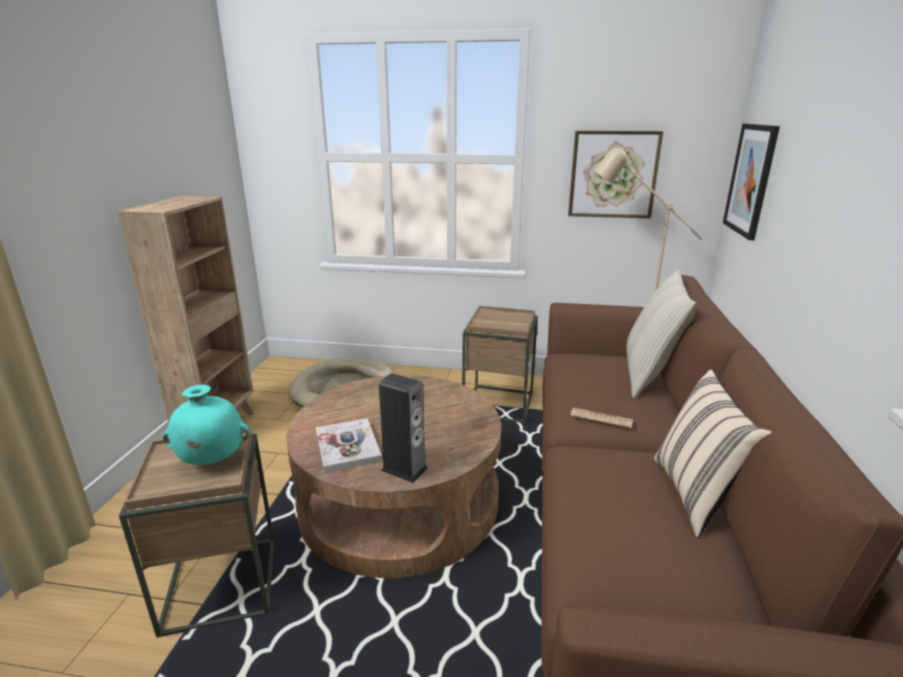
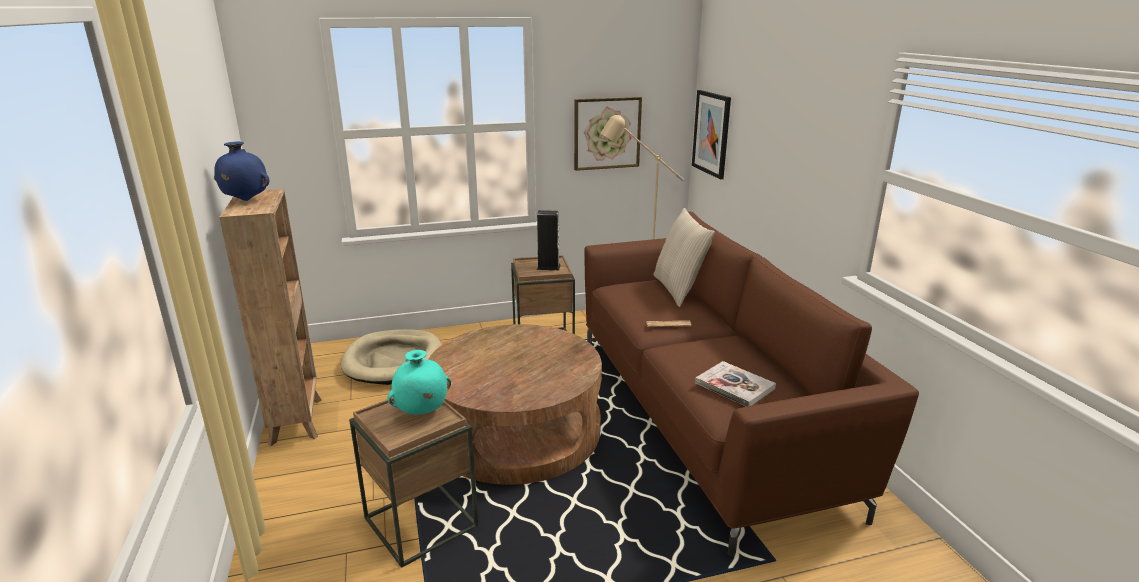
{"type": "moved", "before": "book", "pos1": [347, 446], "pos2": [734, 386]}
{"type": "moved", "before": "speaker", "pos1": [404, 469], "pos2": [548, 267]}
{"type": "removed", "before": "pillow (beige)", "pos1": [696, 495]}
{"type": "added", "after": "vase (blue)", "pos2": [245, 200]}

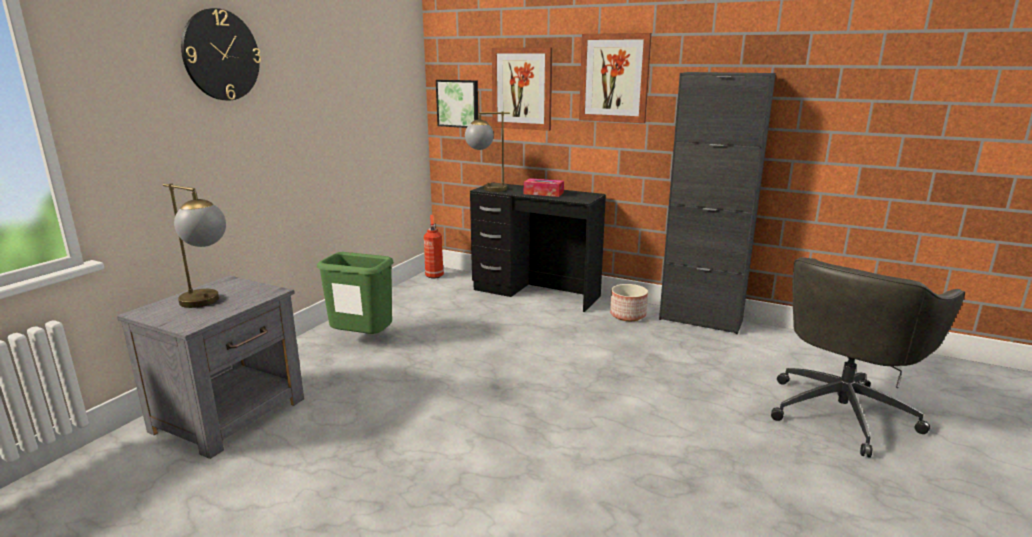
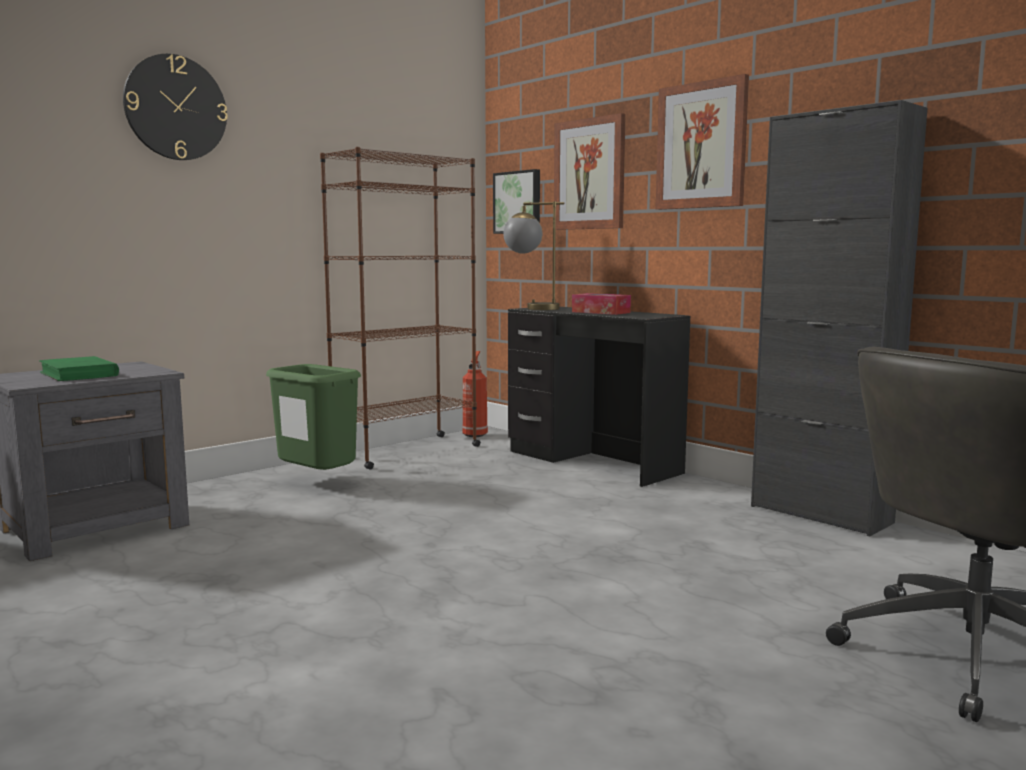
{"type": "replaced", "before": "table lamp", "after": "book (green)", "pos1": [208, 303], "pos2": [79, 374]}
{"type": "removed", "before": "planter", "pos1": [628, 315]}
{"type": "added", "after": "bookcase (brown)", "pos2": [406, 451]}

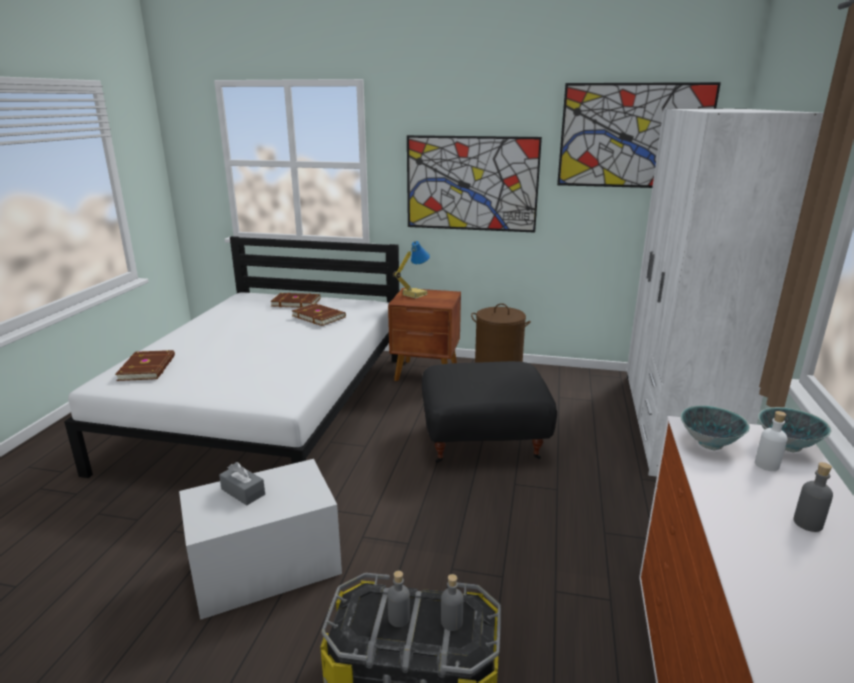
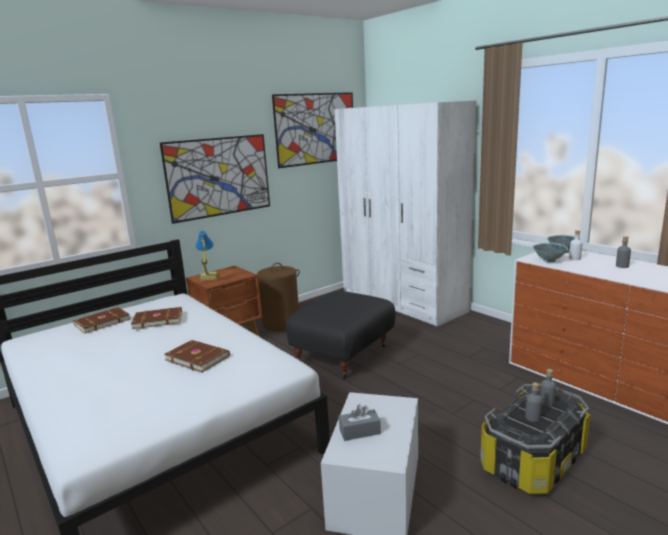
{"type": "moved", "before": "book (brown)", "pos1": [148, 368], "pos2": [198, 357]}

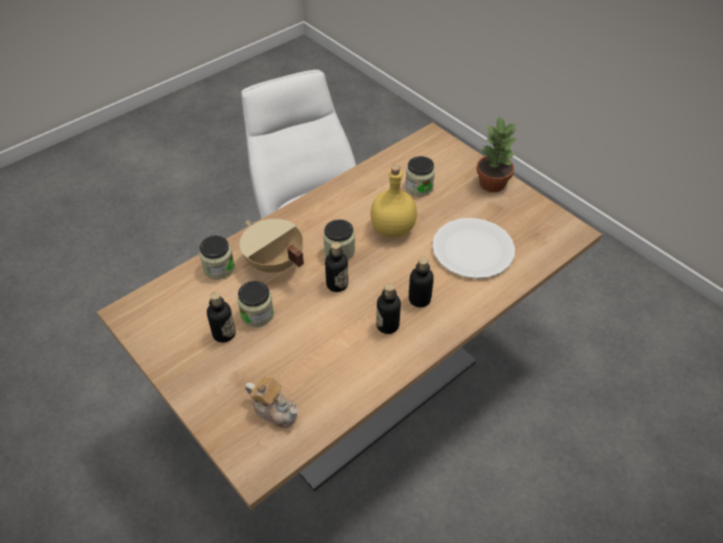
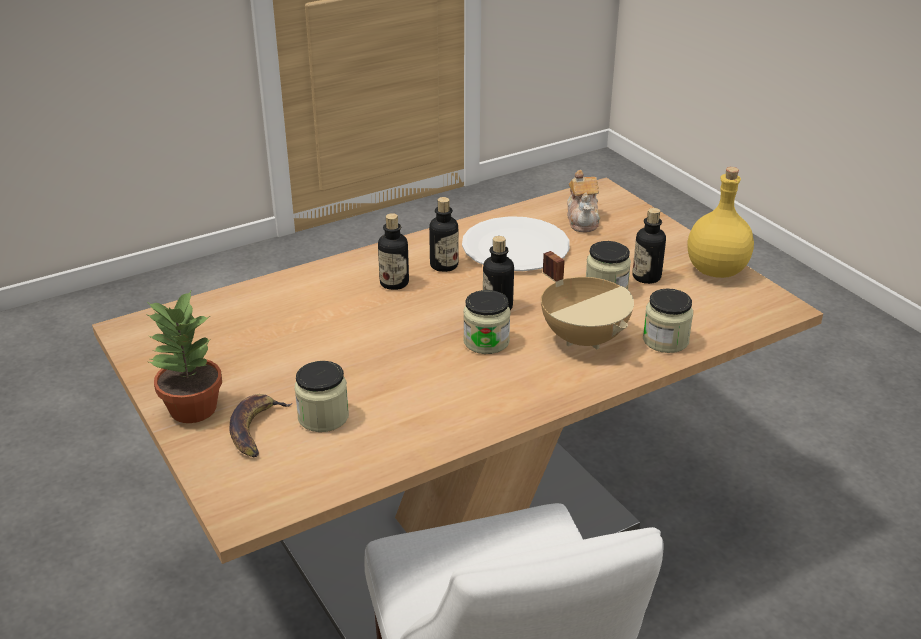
{"type": "turned", "before": "teapot", "pos1": [275, 410], "pos2": [583, 220], "turn": -135}
{"type": "moved", "before": "bottle (yellow)", "pos1": [392, 228], "pos2": [717, 271]}
{"type": "moved", "before": "plate (white)", "pos1": [473, 249], "pos2": [515, 247]}
{"type": "added", "after": "banana", "pos2": [256, 429]}

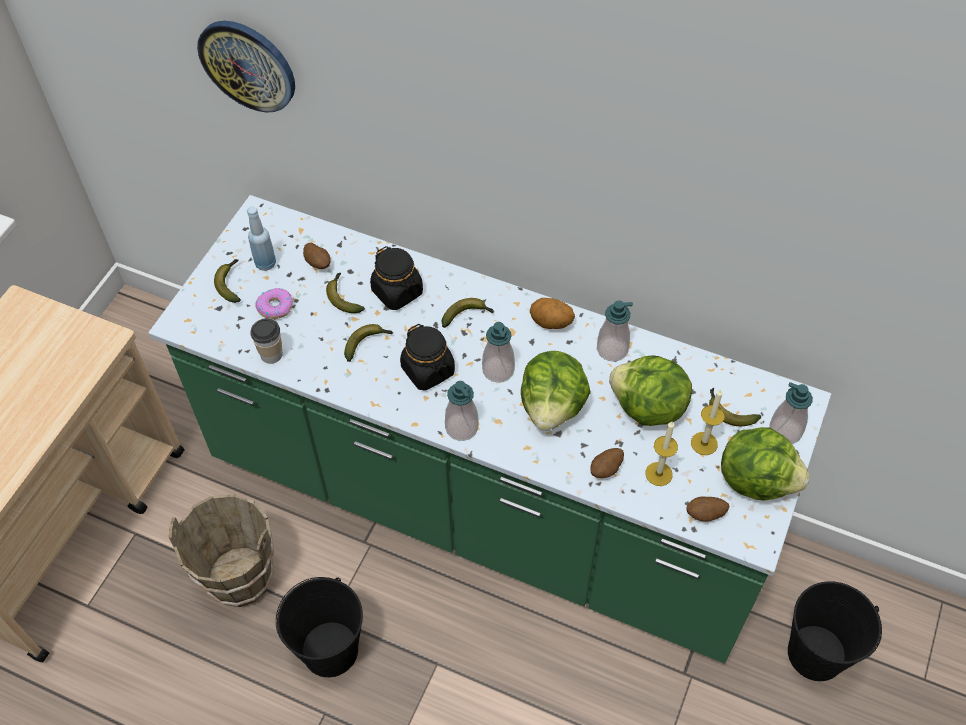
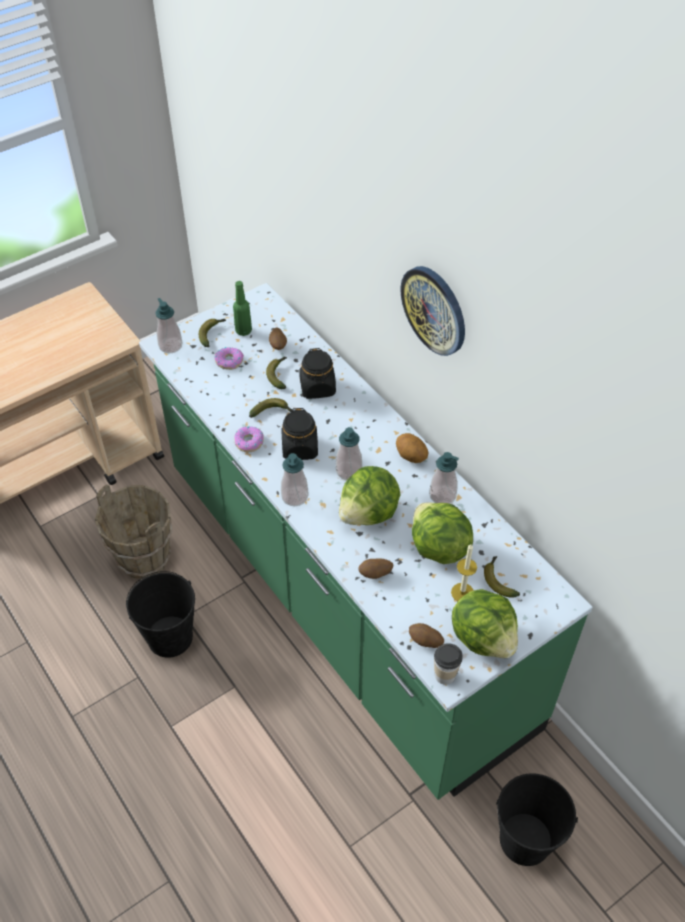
{"type": "moved", "before": "wall clock", "pos1": [248, 65], "pos2": [434, 310]}
{"type": "recoloured", "before": "bottle (blue)", "after": "bottle (green)", "pos1": [266, 263], "pos2": [243, 331]}
{"type": "moved", "before": "cup", "pos1": [271, 354], "pos2": [445, 675]}
{"type": "removed", "before": "banana", "pos1": [467, 315]}
{"type": "removed", "before": "candle", "pos1": [658, 474]}
{"type": "moved", "before": "soap dispenser", "pos1": [785, 431], "pos2": [170, 346]}
{"type": "added", "after": "donut", "pos2": [249, 442]}

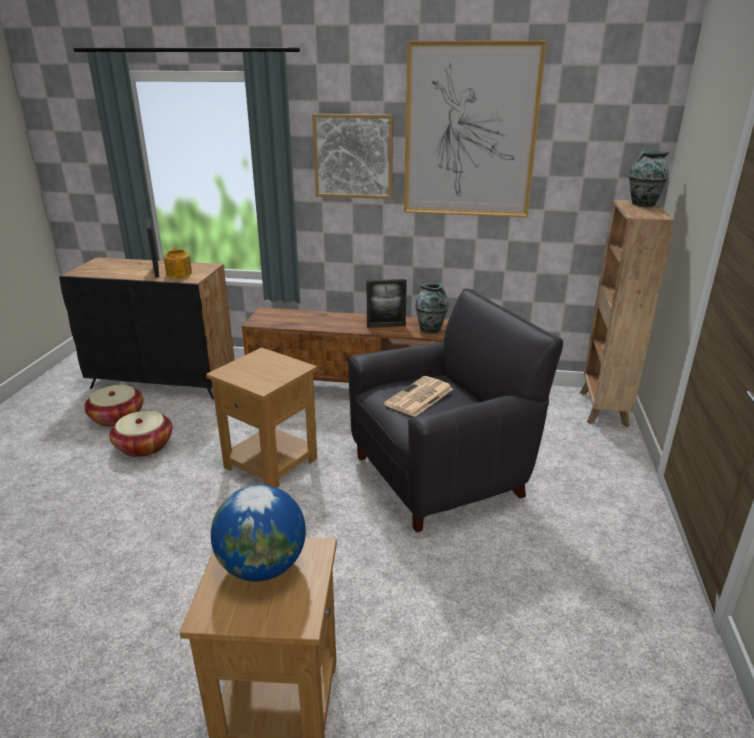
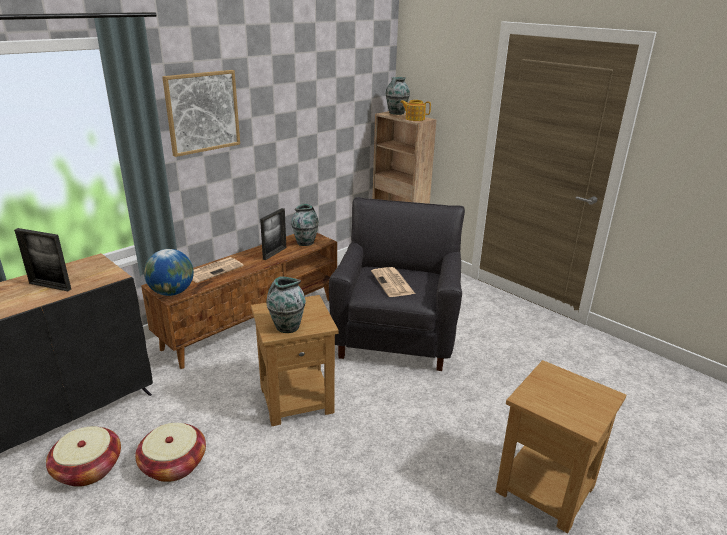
{"type": "moved", "before": "teapot", "pos1": [179, 273], "pos2": [414, 118]}
{"type": "moved", "before": "globe", "pos1": [262, 567], "pos2": [172, 292]}
{"type": "removed", "before": "picture", "pos1": [470, 132]}
{"type": "added", "after": "newspaper", "pos2": [214, 270]}
{"type": "added", "after": "vase", "pos2": [287, 327]}

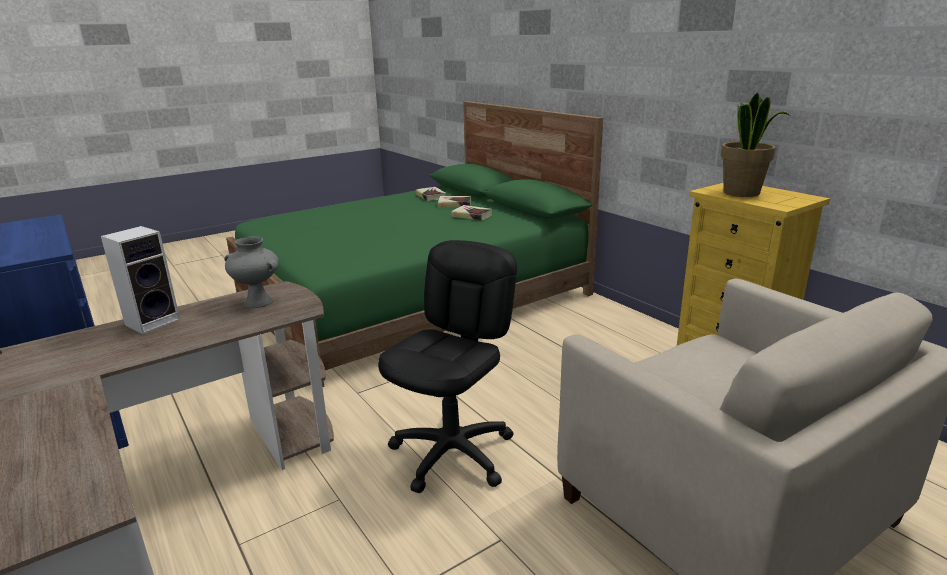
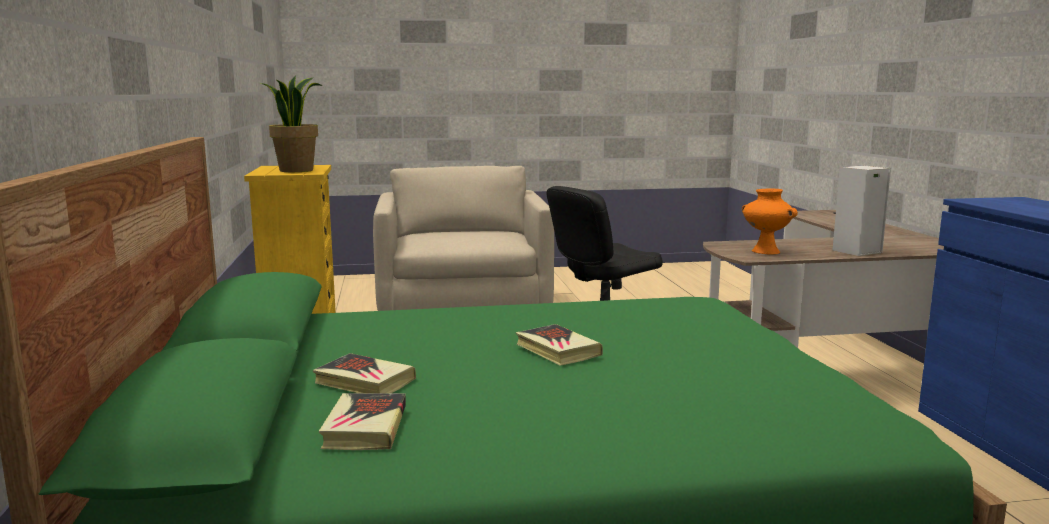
{"type": "recoloured", "before": "vase (grey)", "after": "vase (orange)", "pos1": [259, 302], "pos2": [764, 251]}
{"type": "moved", "before": "book", "pos1": [472, 216], "pos2": [557, 350]}

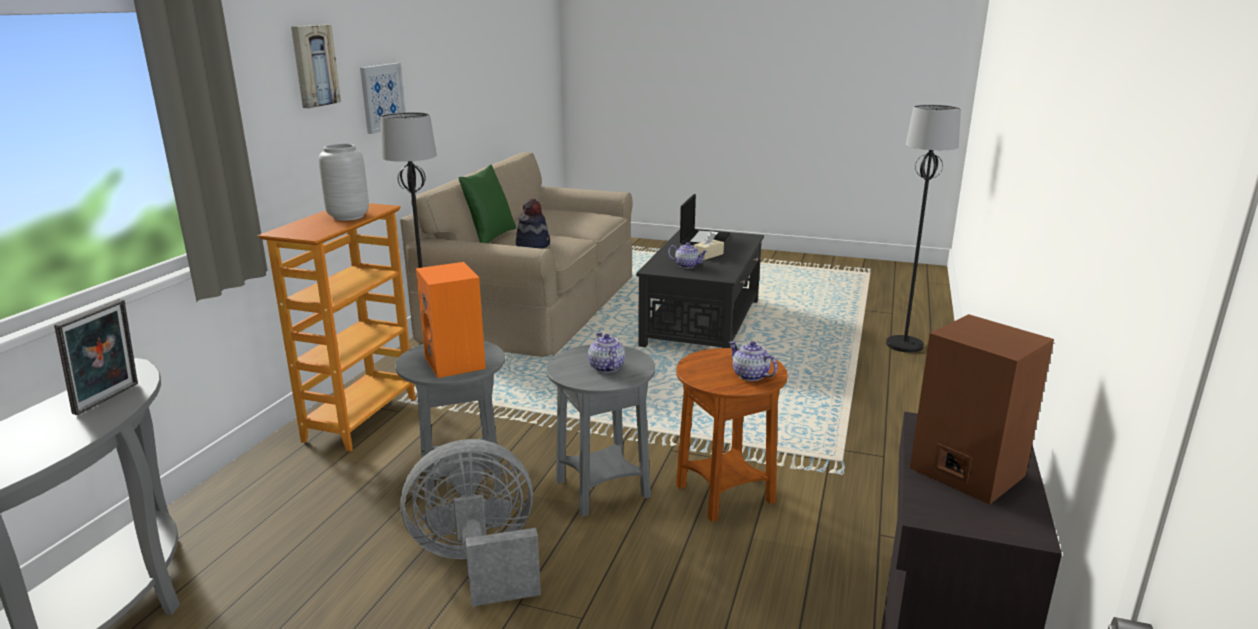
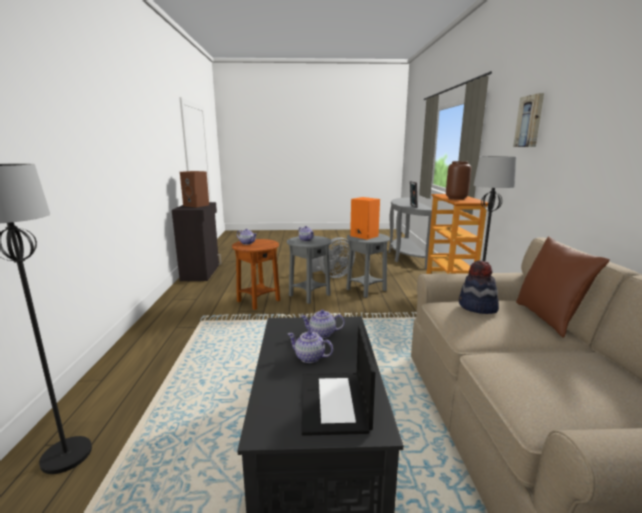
{"type": "recoloured", "before": "vase (grey)", "after": "vase (brown)", "pos1": [347, 217], "pos2": [456, 198]}
{"type": "removed", "before": "picture", "pos1": [382, 97]}
{"type": "recoloured", "before": "pillow (green)", "after": "pillow (brown)", "pos1": [490, 237], "pos2": [548, 318]}
{"type": "replaced", "before": "tissue box (beige)", "after": "teapot", "pos1": [708, 255], "pos2": [309, 357]}

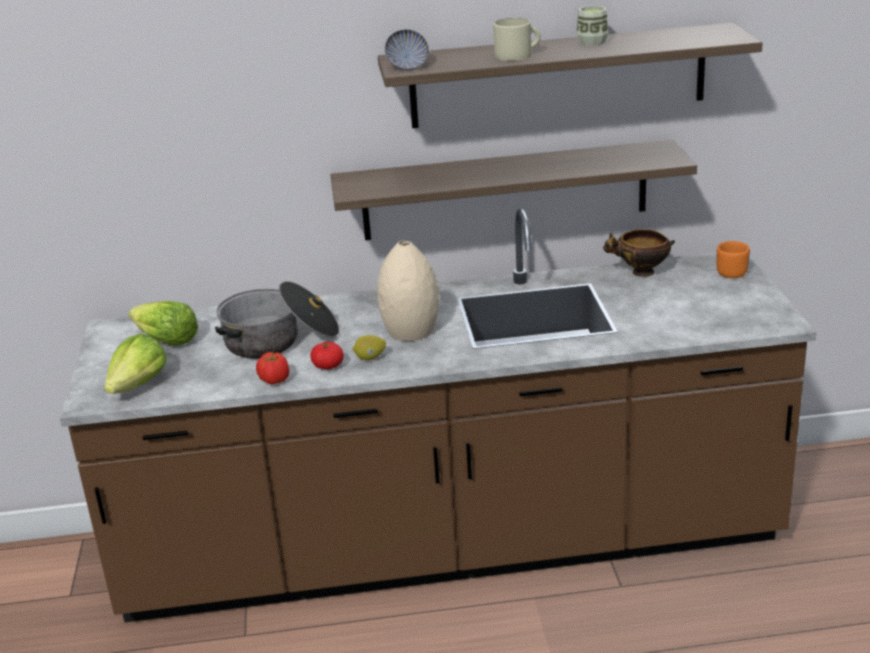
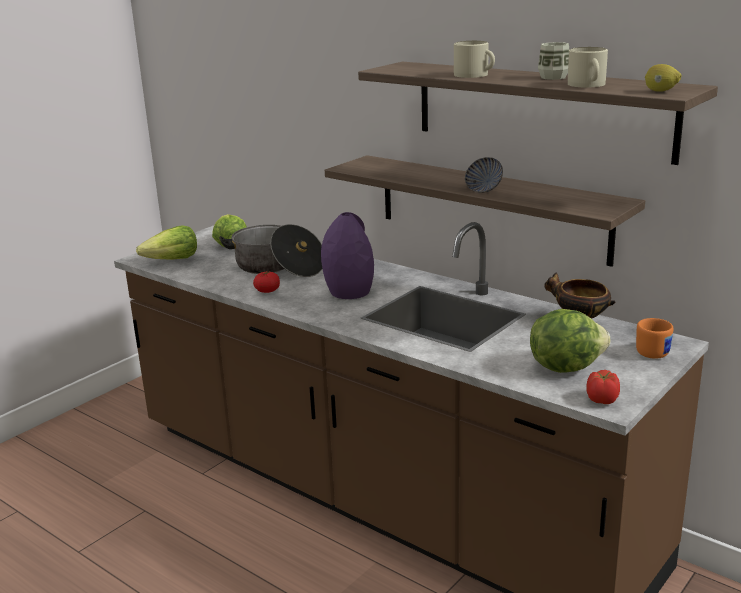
{"type": "moved", "before": "tomato", "pos1": [274, 380], "pos2": [601, 400]}
{"type": "moved", "before": "lemon", "pos1": [370, 358], "pos2": [660, 91]}
{"type": "recoloured", "before": "vase (beige)", "after": "vase (purple)", "pos1": [409, 331], "pos2": [349, 292]}
{"type": "moved", "before": "bowl", "pos1": [407, 66], "pos2": [483, 190]}
{"type": "added", "after": "lettuce", "pos2": [565, 366]}
{"type": "added", "after": "mug (beige)", "pos2": [588, 85]}

